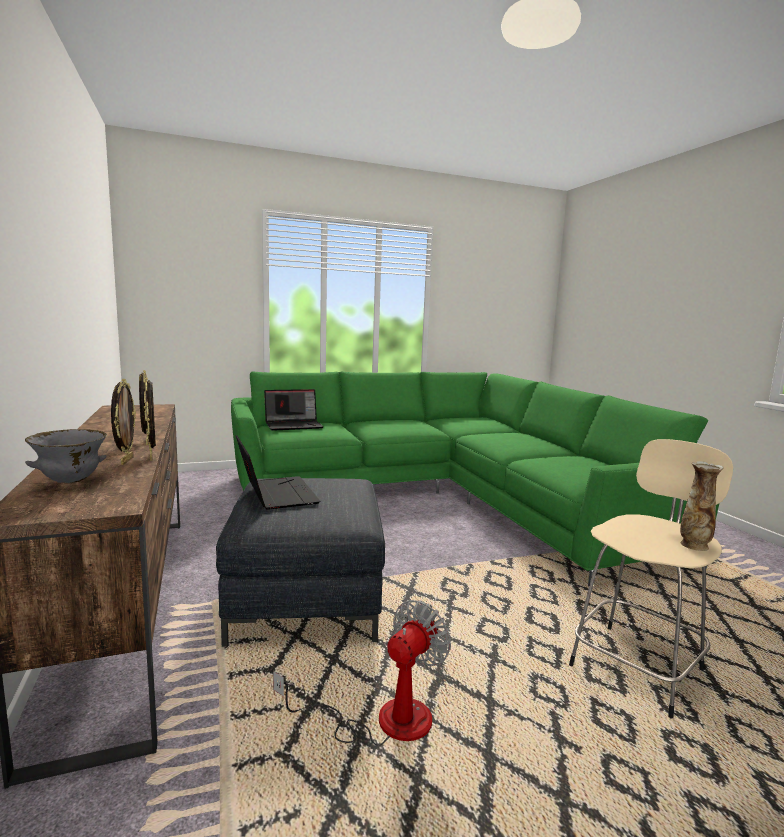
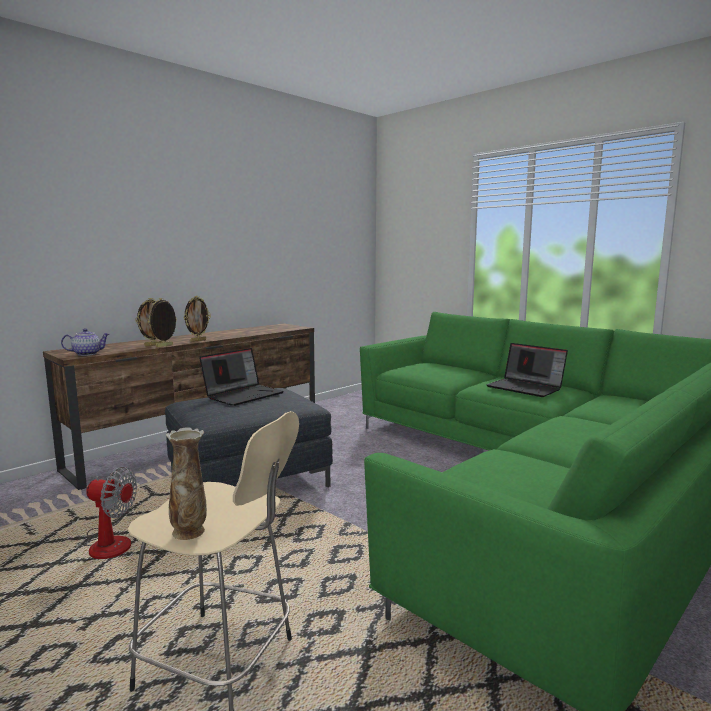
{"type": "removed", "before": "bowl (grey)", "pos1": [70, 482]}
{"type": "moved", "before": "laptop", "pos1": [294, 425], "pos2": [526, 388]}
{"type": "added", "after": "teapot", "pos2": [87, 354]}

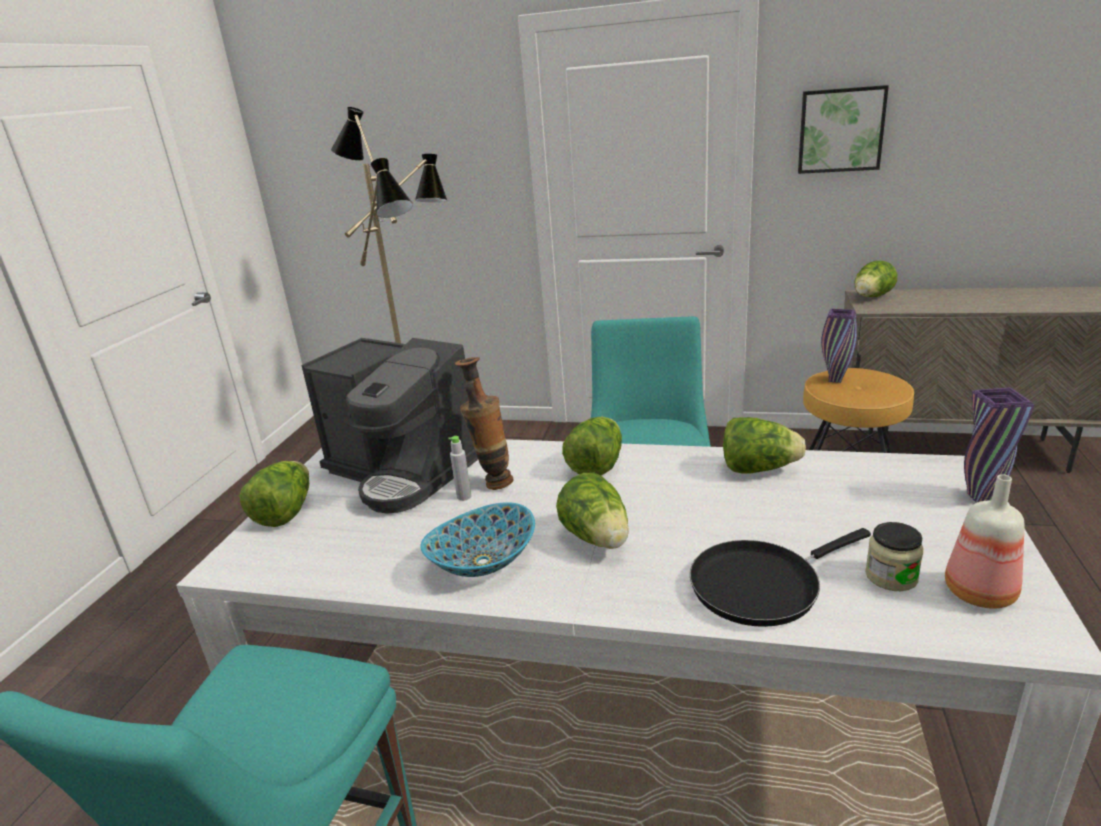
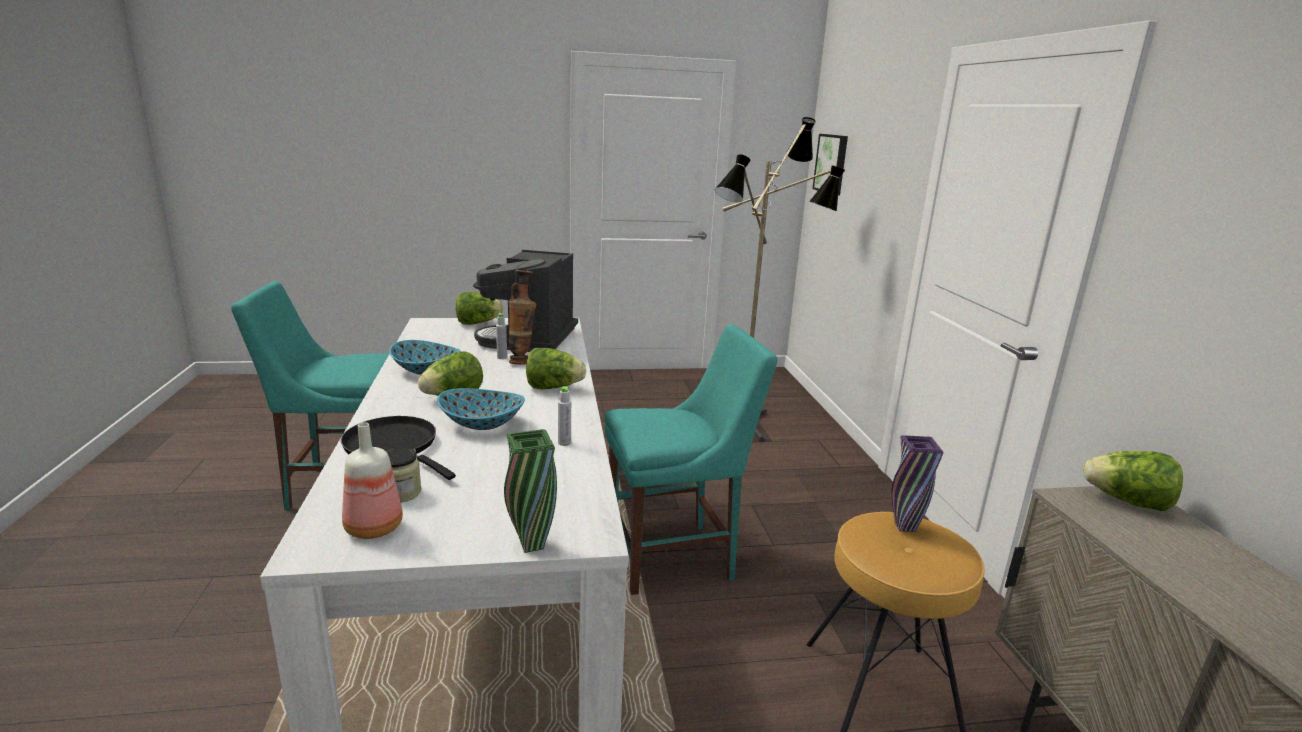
{"type": "replaced", "before": "lettuce", "after": "bottle (grey)", "pos1": [758, 469], "pos2": [564, 443]}
{"type": "moved", "before": "picture", "pos1": [840, 130], "pos2": [832, 164]}
{"type": "recoloured", "before": "vase (purple)", "after": "vase (green)", "pos1": [981, 498], "pos2": [532, 545]}
{"type": "added", "after": "bowl", "pos2": [482, 424]}

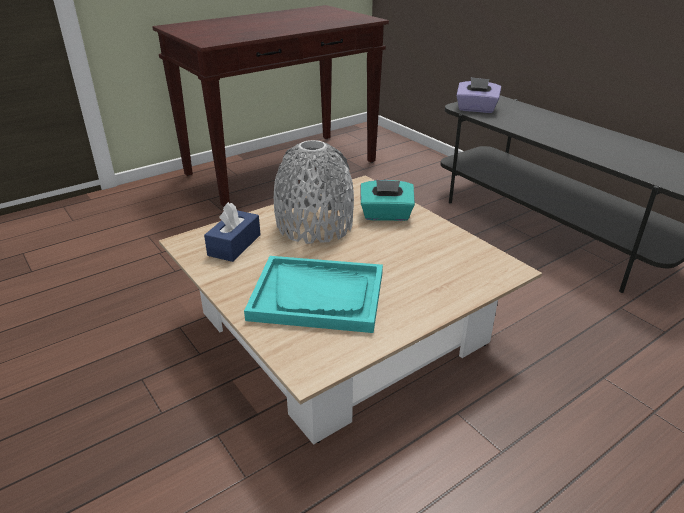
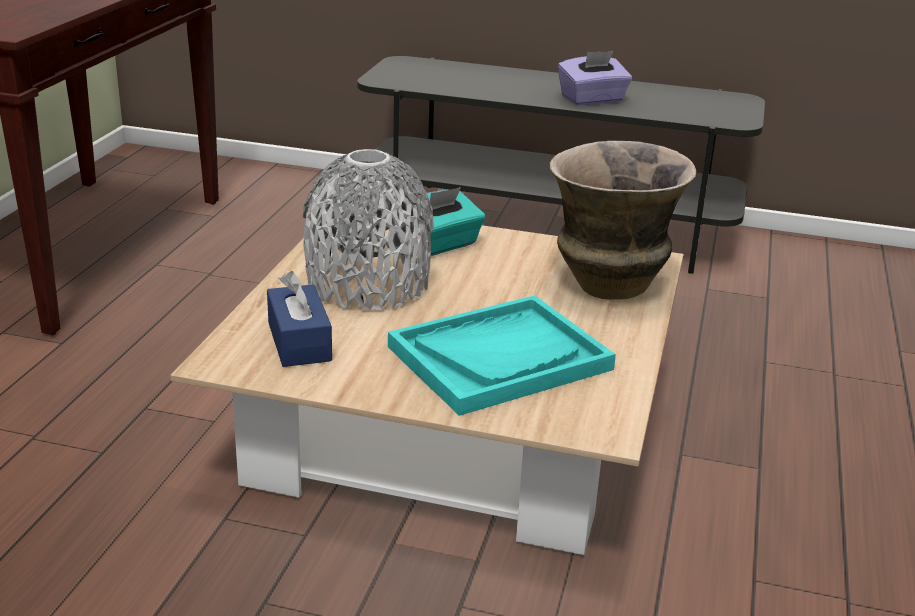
{"type": "moved", "before": "tissue box (purple)", "pos1": [476, 109], "pos2": [592, 100]}
{"type": "added", "after": "vase", "pos2": [608, 288]}

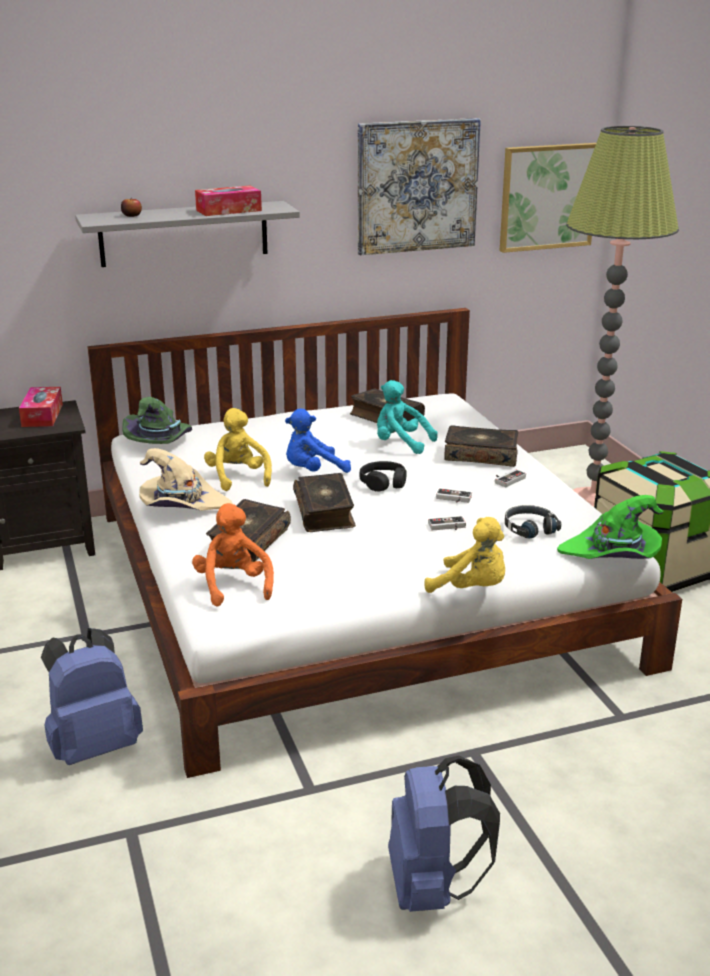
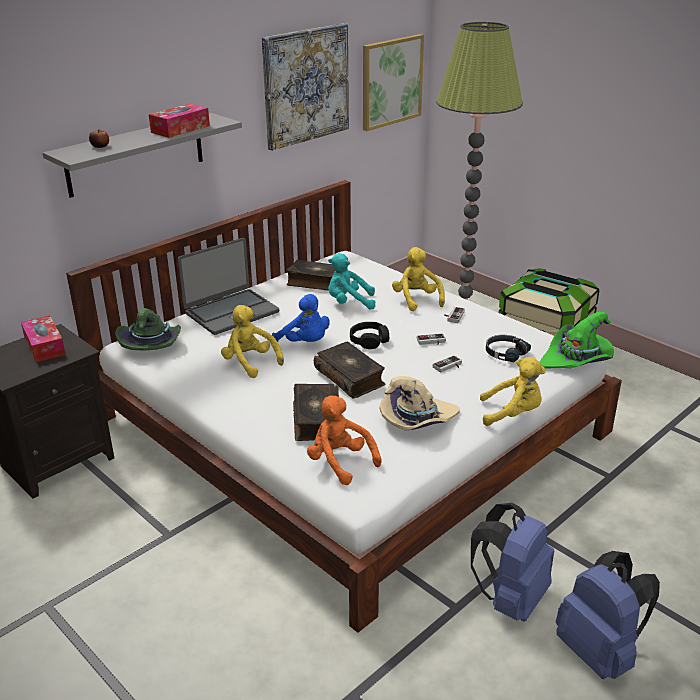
{"type": "moved", "before": "backpack (blue)", "pos1": [94, 746], "pos2": [510, 598]}
{"type": "moved", "before": "hat (beige)", "pos1": [182, 505], "pos2": [417, 420]}
{"type": "turned", "before": "plush toy (blue)", "pos1": [313, 471], "pos2": [305, 343], "turn": -90}
{"type": "replaced", "before": "book", "after": "plush toy (yellow)", "pos1": [481, 455], "pos2": [416, 300]}
{"type": "added", "after": "laptop", "pos2": [231, 312]}

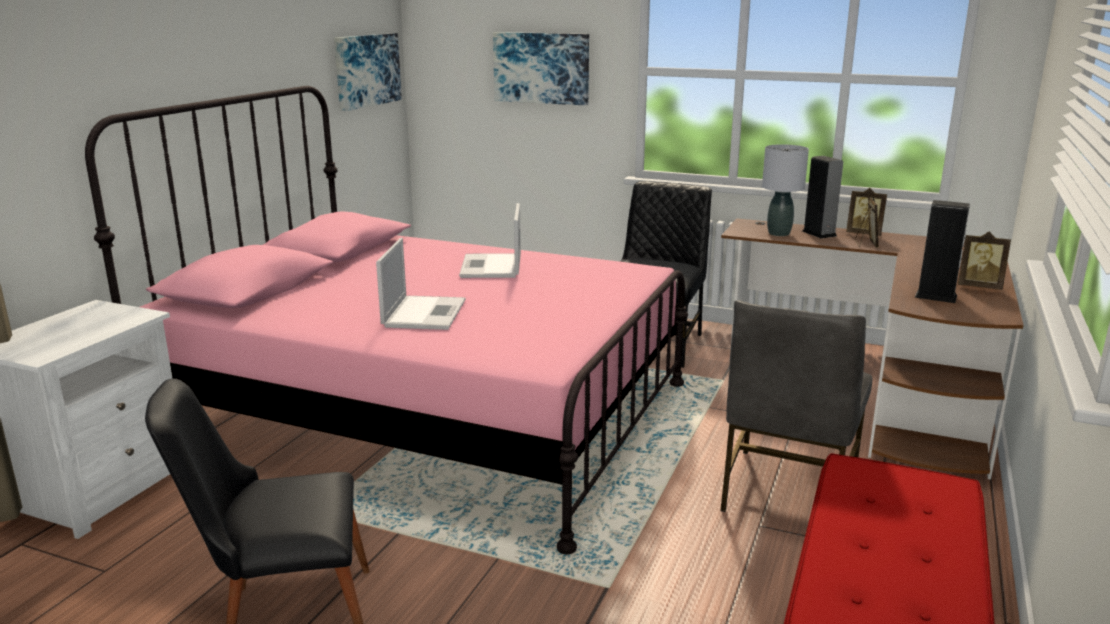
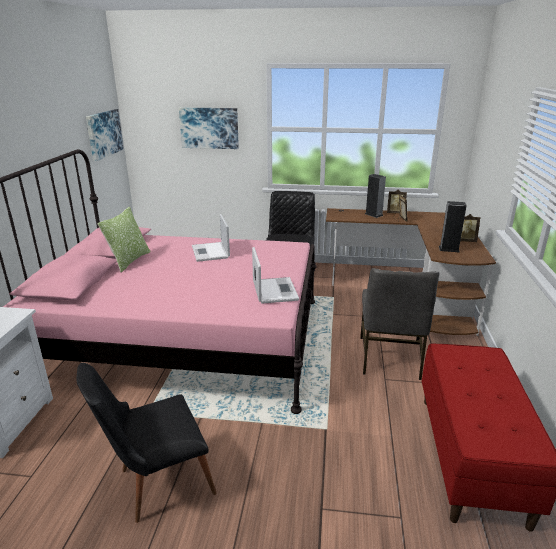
{"type": "moved", "before": "laptop", "pos1": [424, 313], "pos2": [274, 290]}
{"type": "removed", "before": "table lamp (grey)", "pos1": [779, 233]}
{"type": "added", "after": "pillow", "pos2": [129, 261]}

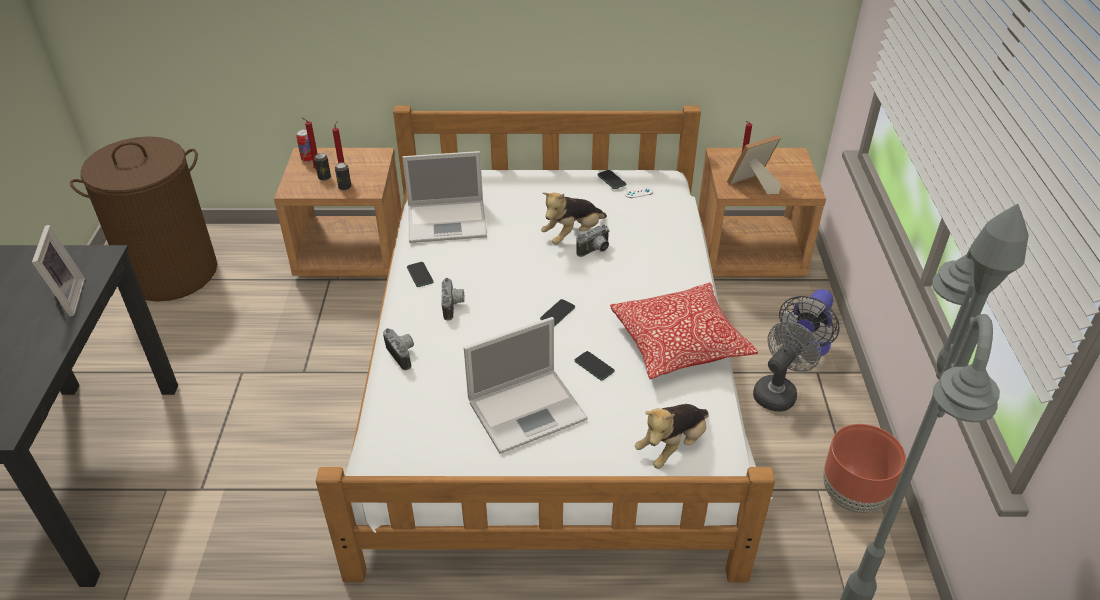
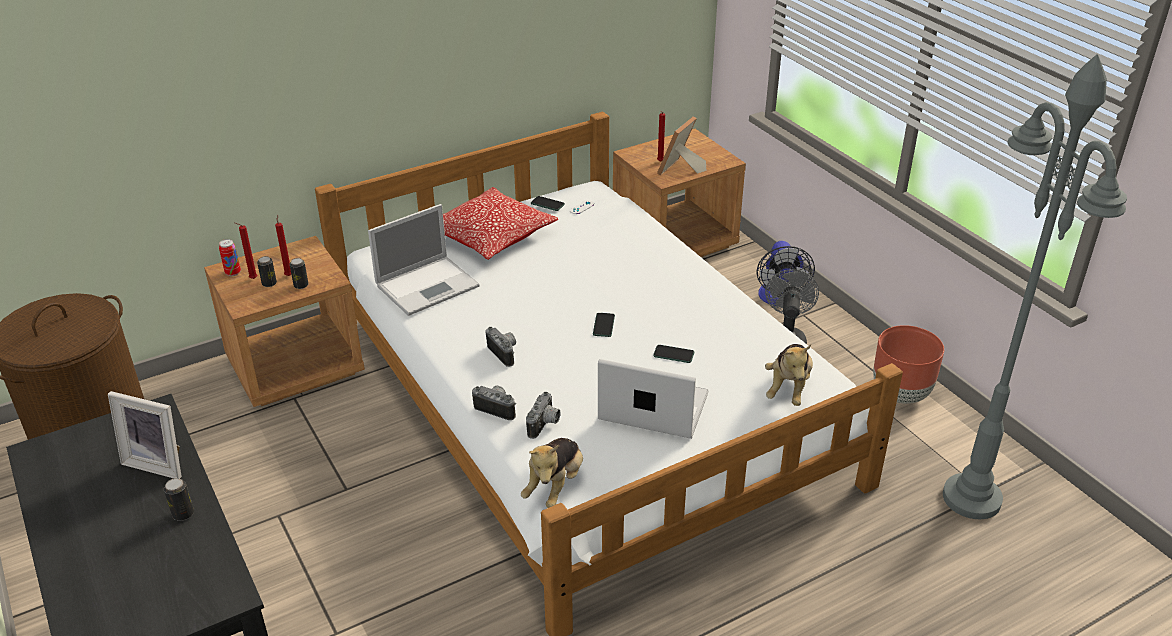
{"type": "turned", "before": "picture frame", "pos1": [66, 298], "pos2": [159, 462], "turn": 150}
{"type": "removed", "before": "phone", "pos1": [420, 275]}
{"type": "turned", "before": "laptop", "pos1": [529, 409], "pos2": [651, 407], "turn": -105}
{"type": "moved", "before": "plush toy", "pos1": [572, 234], "pos2": [555, 486]}
{"type": "moved", "before": "photo camera", "pos1": [595, 251], "pos2": [545, 425]}
{"type": "moved", "before": "pillow", "pos1": [679, 343], "pos2": [491, 236]}
{"type": "added", "after": "can", "pos2": [183, 514]}

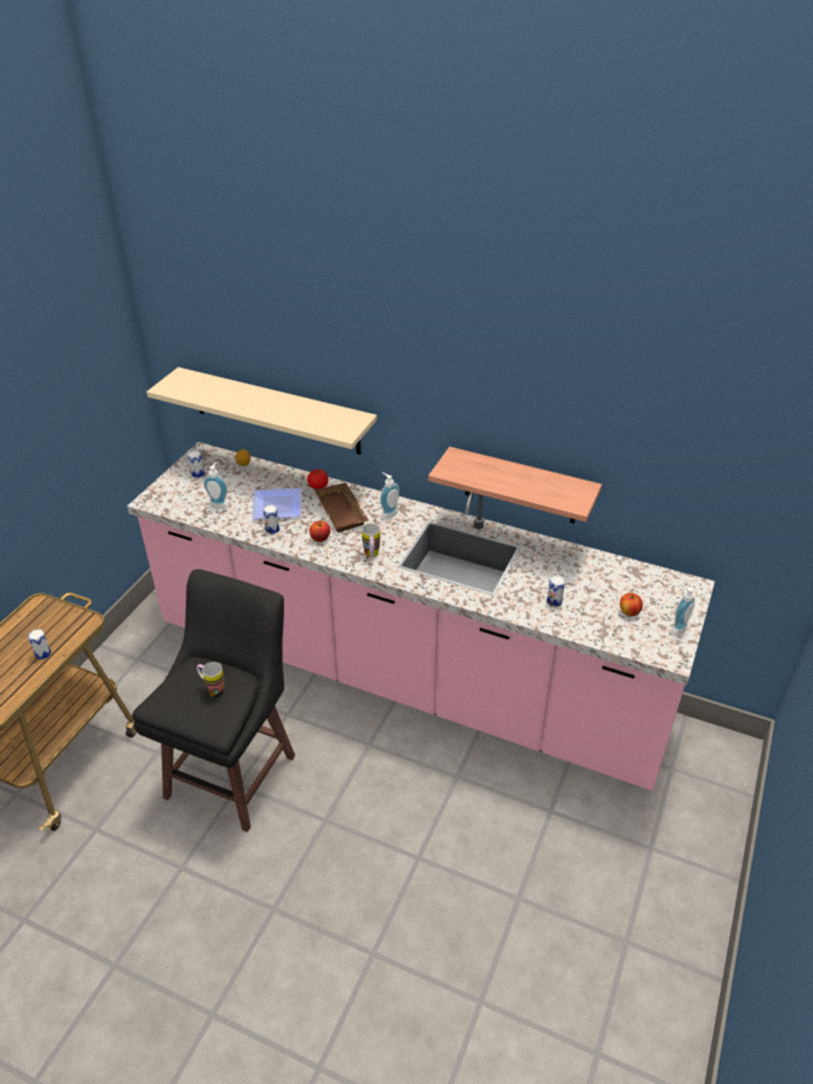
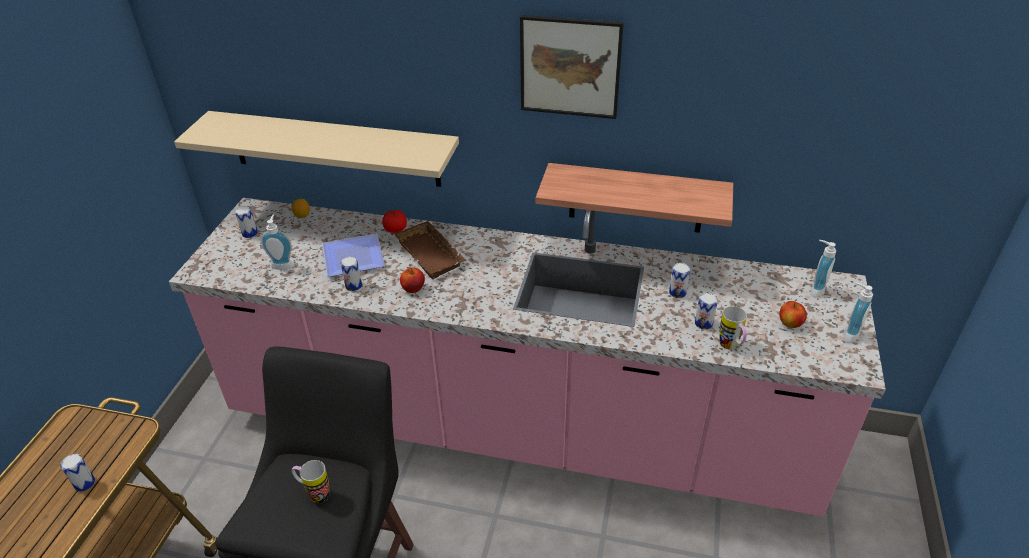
{"type": "moved", "before": "mug", "pos1": [372, 556], "pos2": [731, 347]}
{"type": "moved", "before": "soap dispenser", "pos1": [388, 513], "pos2": [814, 289]}
{"type": "added", "after": "picture", "pos2": [570, 67]}
{"type": "added", "after": "can", "pos2": [677, 292]}

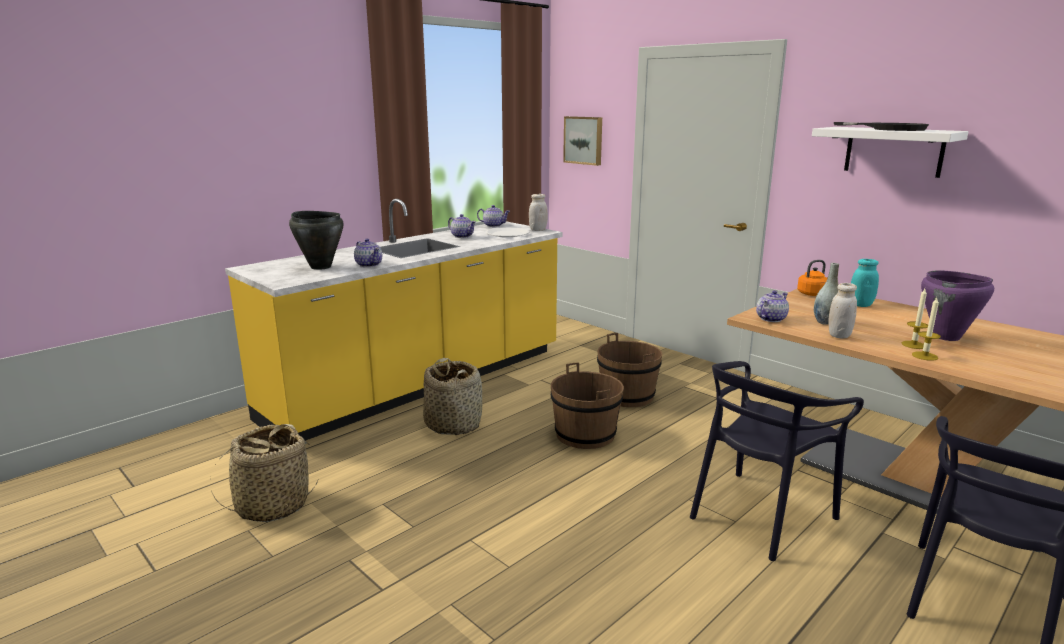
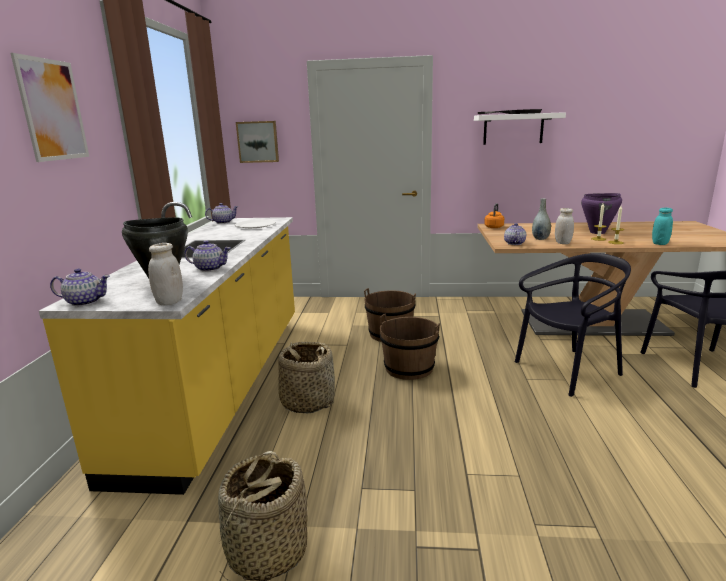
{"type": "moved", "before": "teapot", "pos1": [462, 236], "pos2": [84, 302]}
{"type": "moved", "before": "jar (white)", "pos1": [538, 230], "pos2": [169, 302]}
{"type": "turned", "before": "chair (black)", "pos1": [760, 515], "pos2": [568, 370], "turn": -120}
{"type": "moved", "before": "jar (turquoise)", "pos1": [860, 305], "pos2": [659, 243]}
{"type": "added", "after": "picture", "pos2": [52, 110]}

